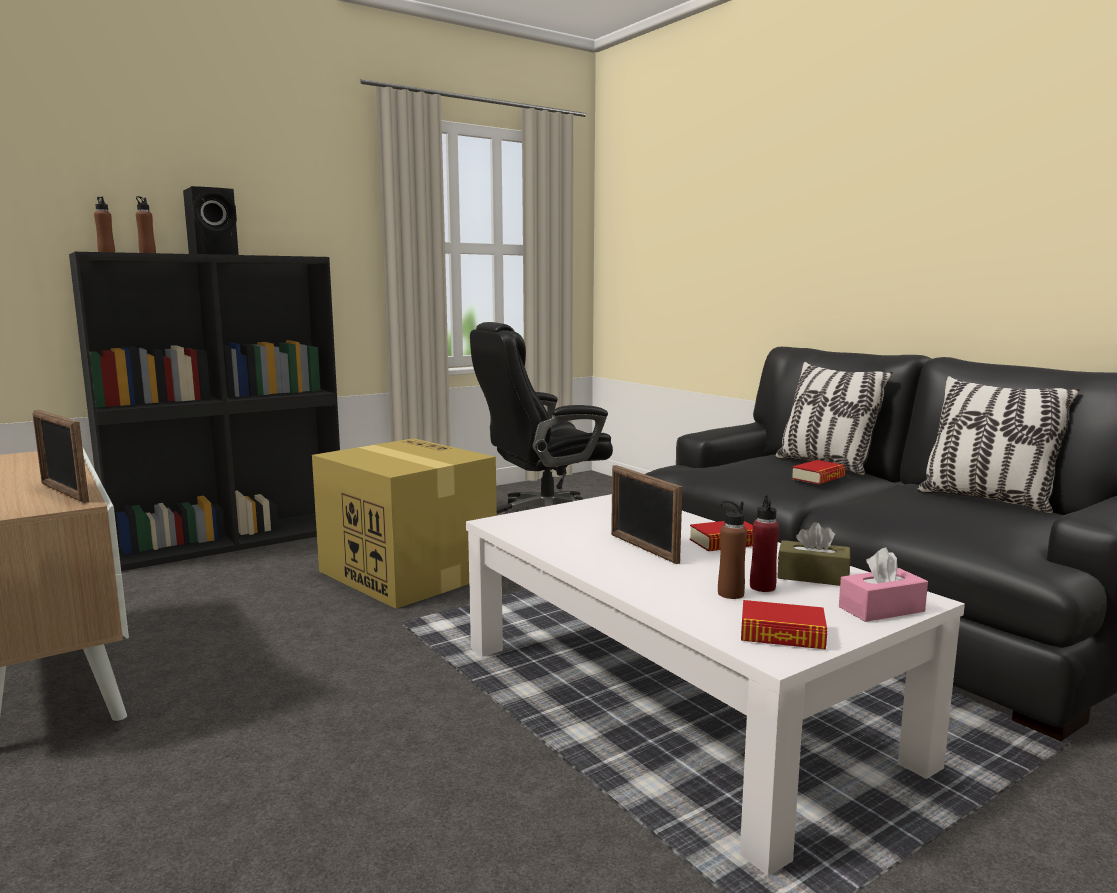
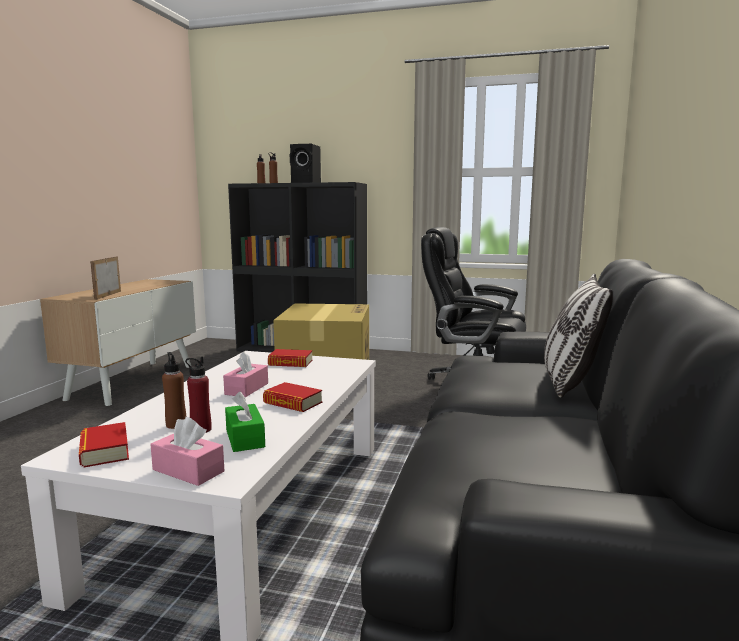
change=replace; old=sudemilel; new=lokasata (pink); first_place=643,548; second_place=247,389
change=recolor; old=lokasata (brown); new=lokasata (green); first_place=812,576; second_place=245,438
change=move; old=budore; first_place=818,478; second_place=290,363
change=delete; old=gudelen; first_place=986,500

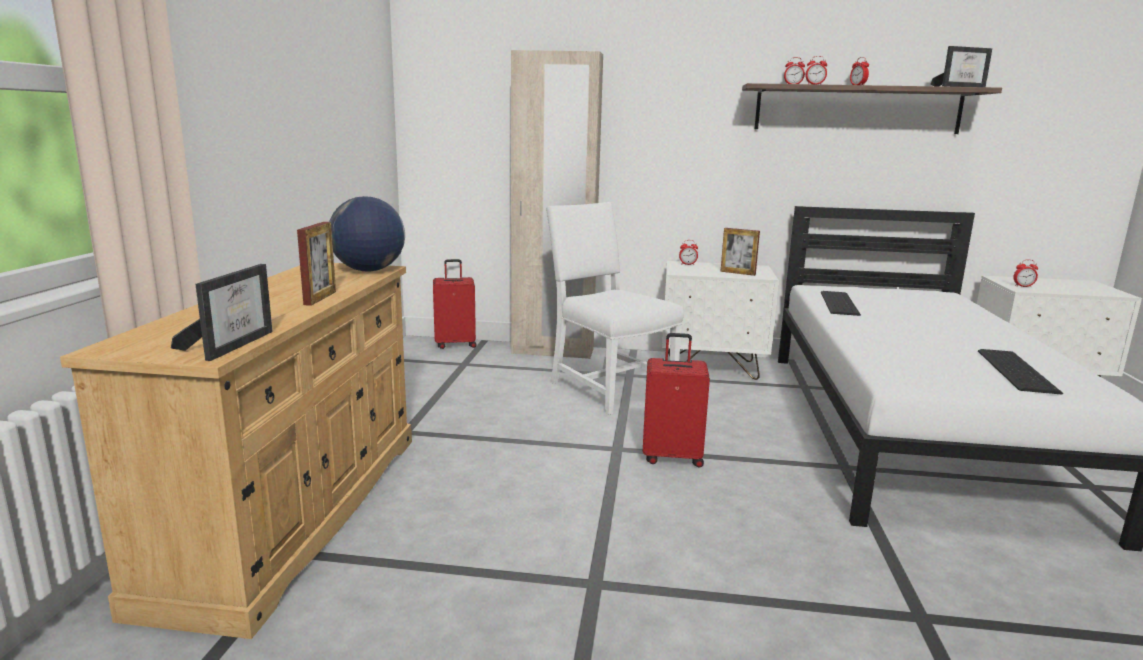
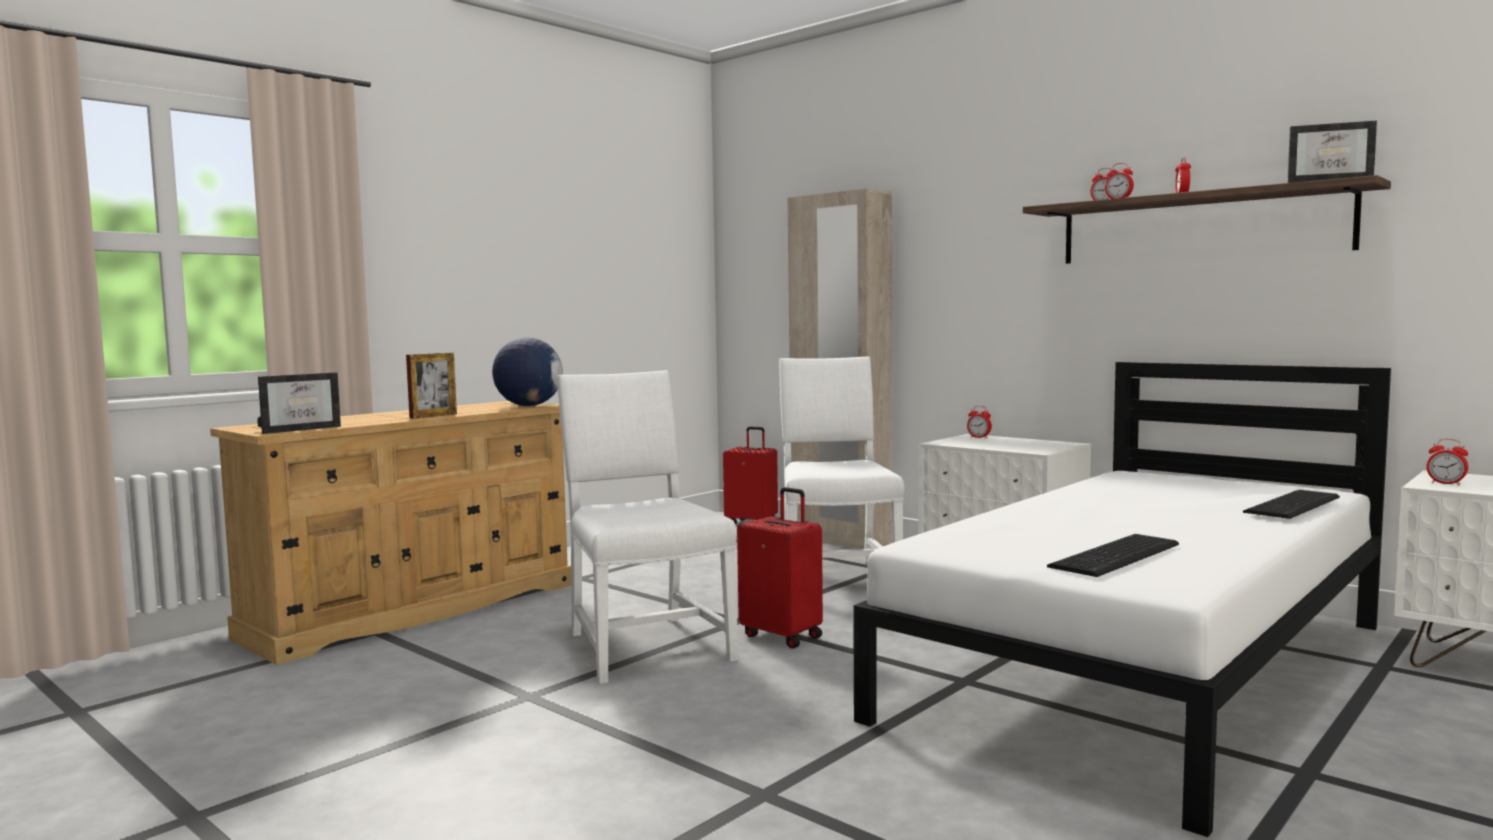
change=delete; old=sudemilel; first_place=737,273
change=move; old=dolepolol; first_place=840,303; second_place=1296,505
change=insert; new=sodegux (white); second_place=643,645

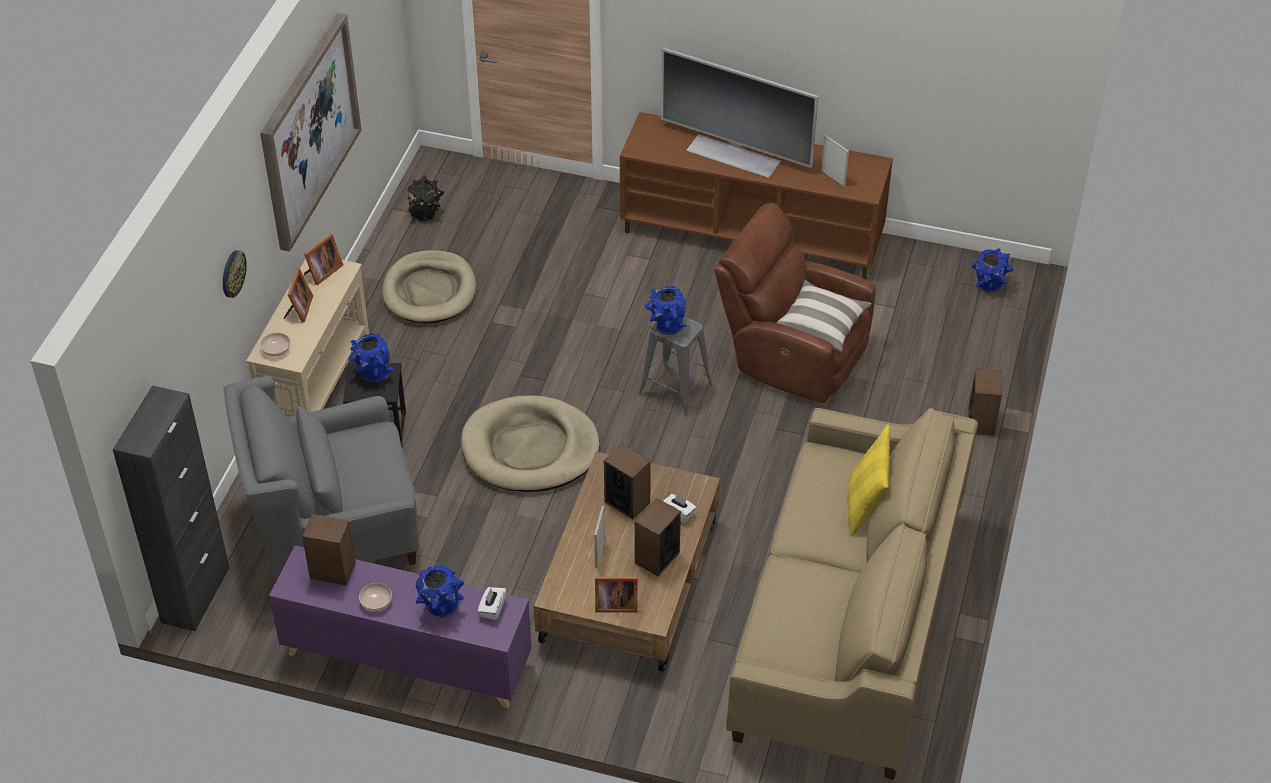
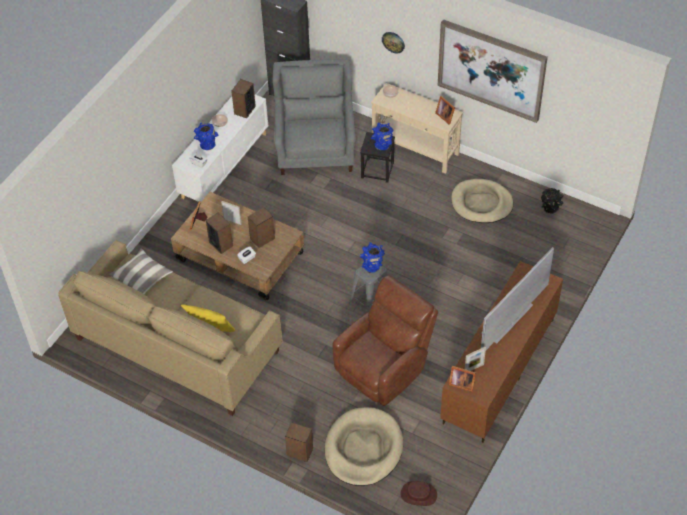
change=recolor; old=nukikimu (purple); new=nukikimu (white); first_place=406,658; second_place=224,165
change=move; old=sudemilel; first_place=299,309; second_place=461,383
change=move; old=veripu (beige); first_place=530,449; second_place=363,449
change=move; old=gudelen; first_place=821,325; second_place=141,278
change=replace; old=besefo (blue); new=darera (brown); first_place=989,287; second_place=418,494

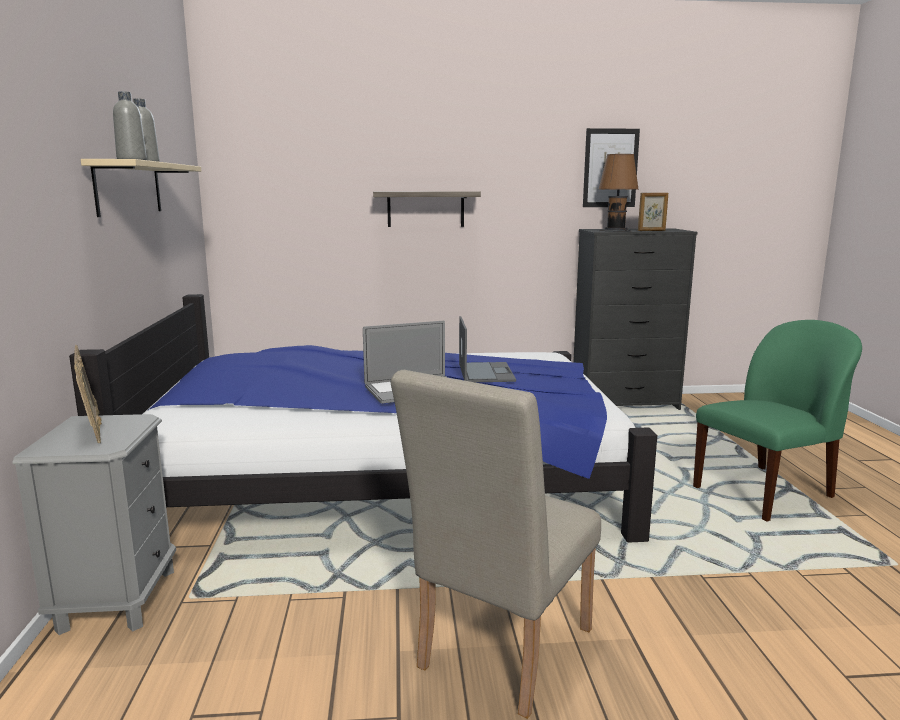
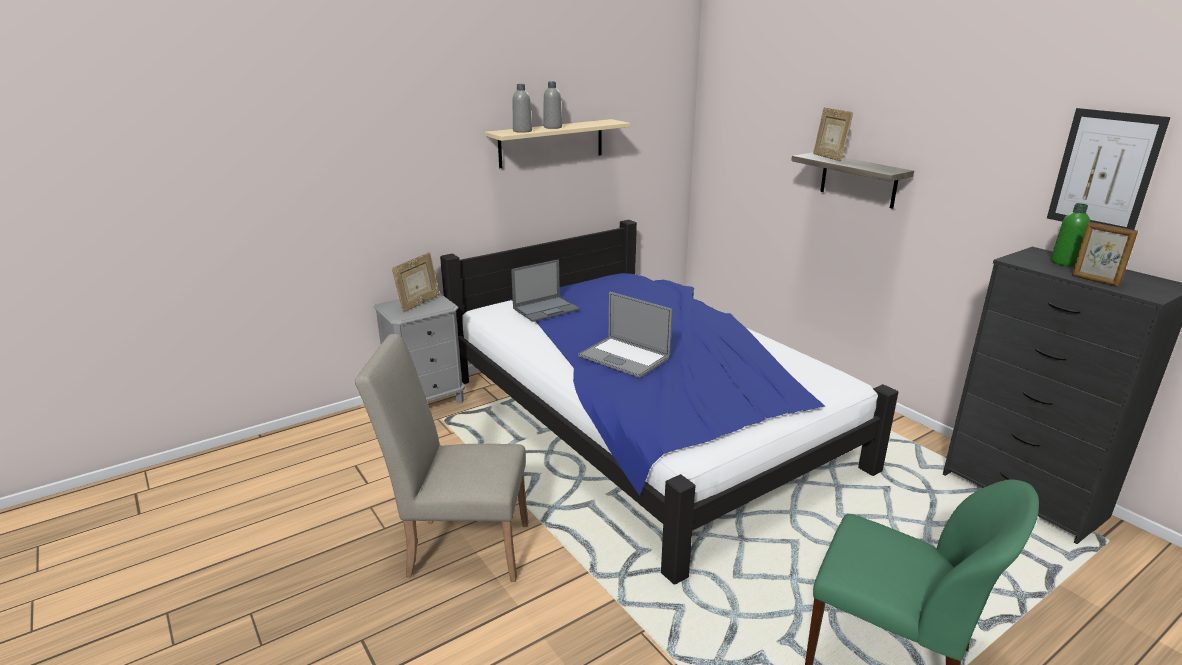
change=move; old=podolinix; first_place=485,372; second_place=546,309
change=replace; old=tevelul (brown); new=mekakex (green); first_place=616,229; second_place=1064,263
change=insert; new=sudemilel; second_place=829,158

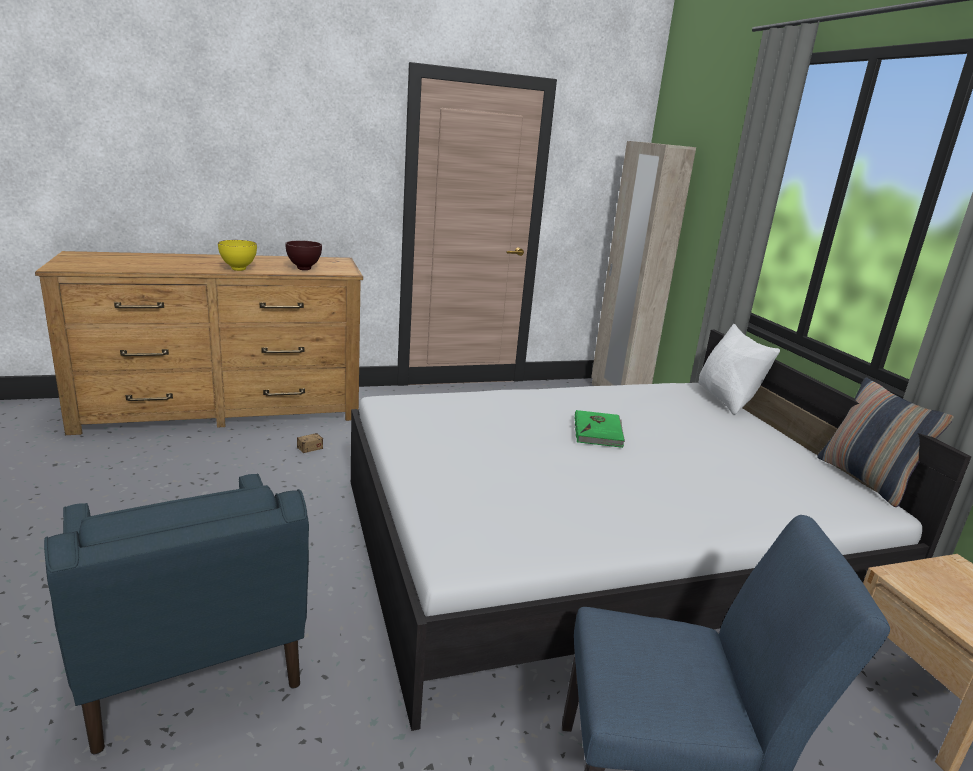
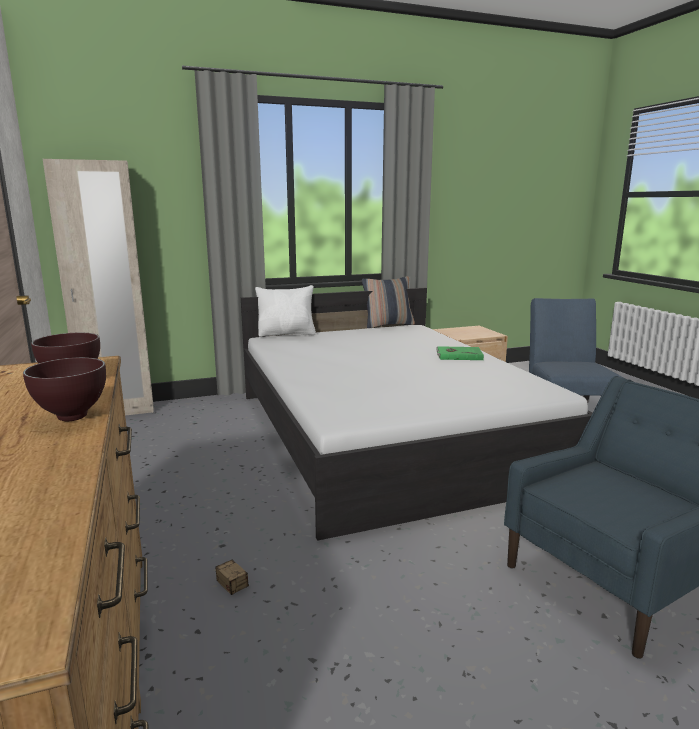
change=recolor; old=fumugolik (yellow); new=fumugolik (brown); first_place=239,269; second_place=74,416
change=move; old=budore (green); first_place=599,431; second_place=459,355

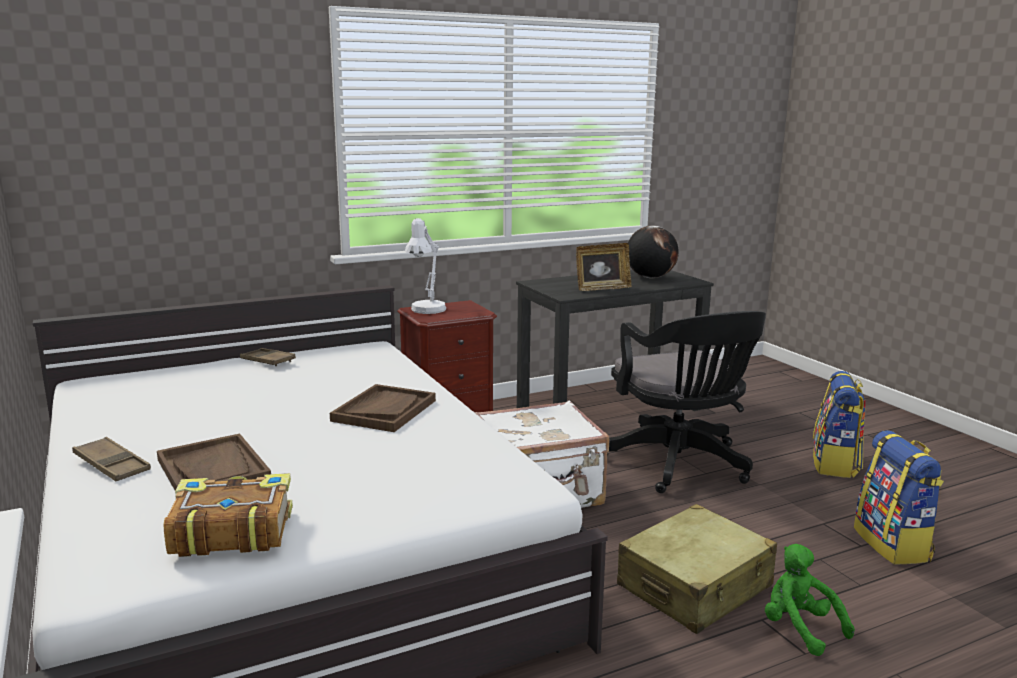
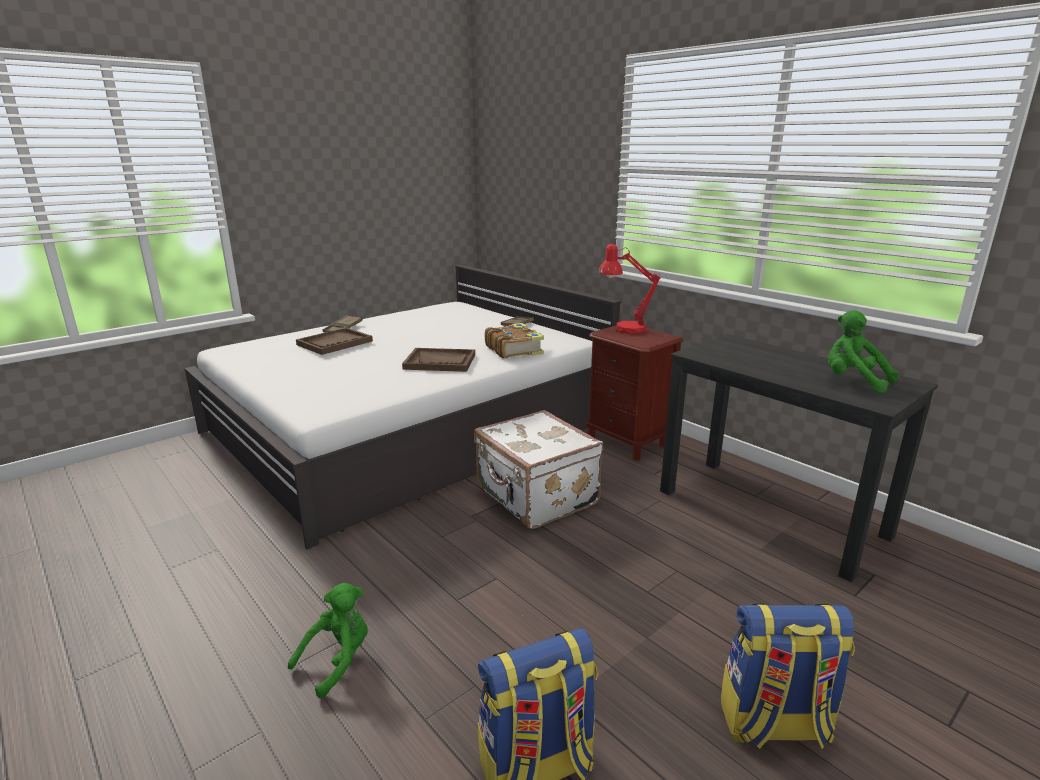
change=move; old=budore; first_place=230,531; second_place=514,349
change=recolor; old=tevelul (white); new=tevelul (red); first_place=426,311; second_place=623,329
change=delete; old=sudemilel; first_place=602,288
change=delete; old=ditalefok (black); first_place=679,465
change=delete; old=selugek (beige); first_place=695,586
change=replace; old=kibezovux; new=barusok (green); first_place=650,277; second_place=853,381

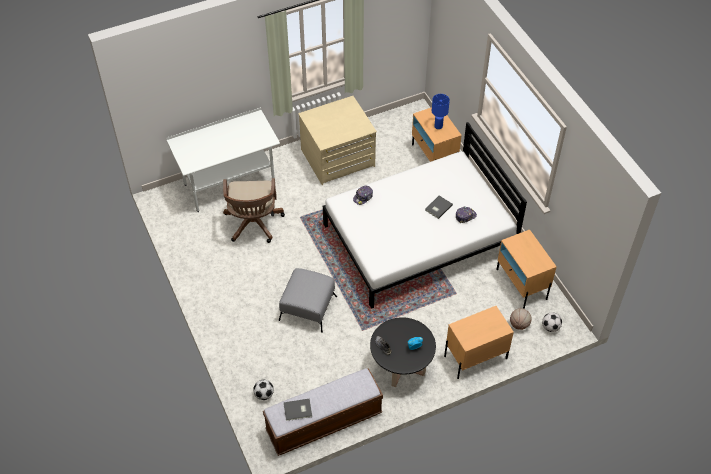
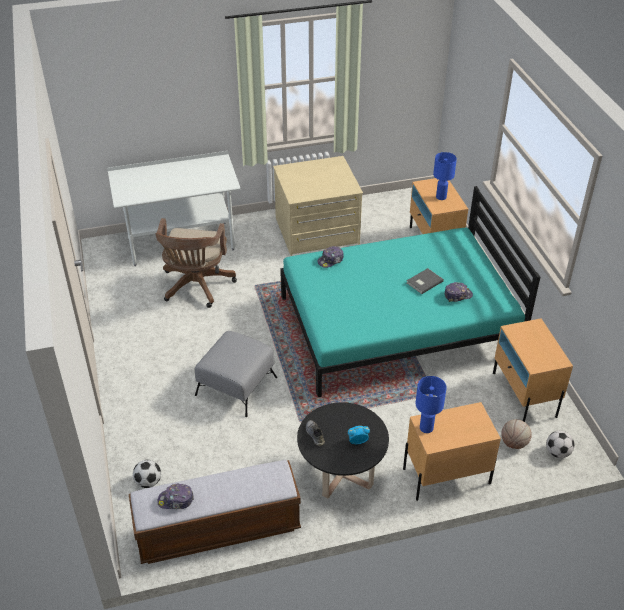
change=replace; old=budore (grey); new=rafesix; first_place=298,410; second_place=176,500
change=recolor; old=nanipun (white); new=nanipun (turquoise); first_place=419,238; second_place=397,326
change=insert; new=tevelul (blue); second_place=426,427

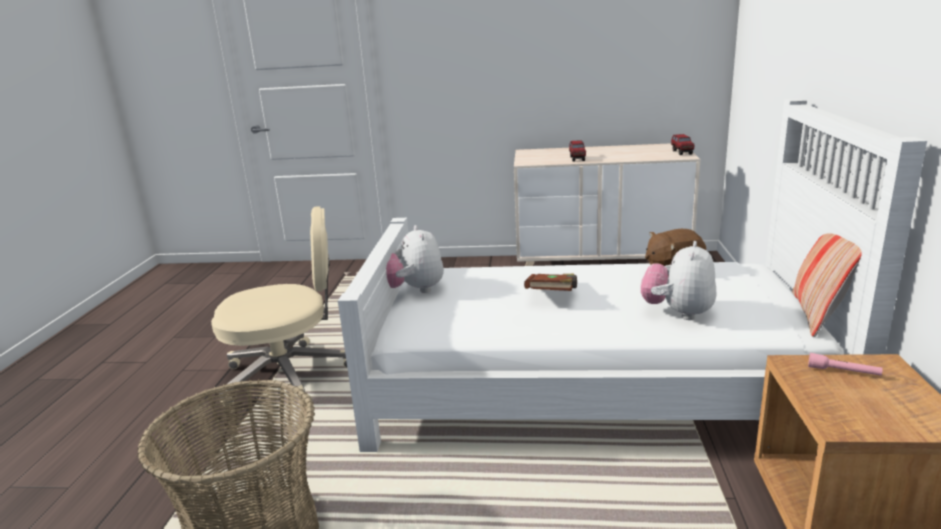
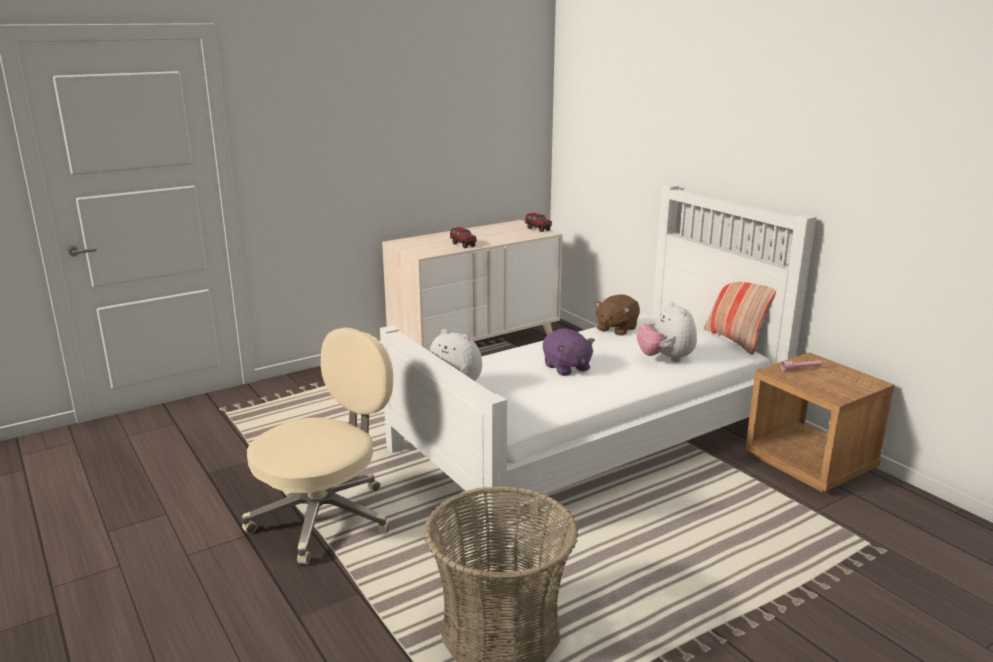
change=replace; old=budore (brown); new=barusok (purple); first_place=552,295; second_place=566,368

